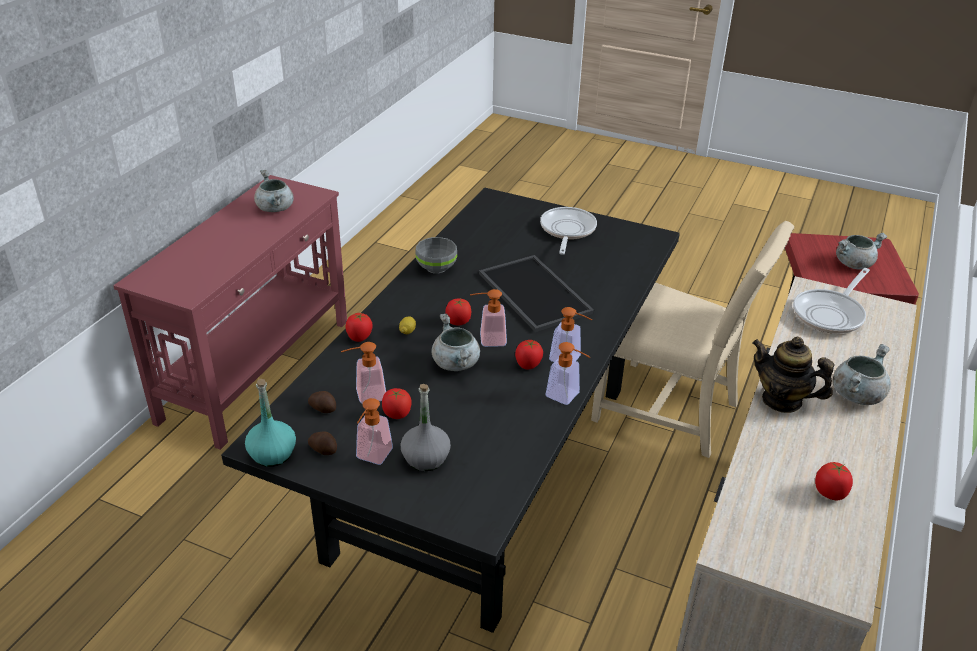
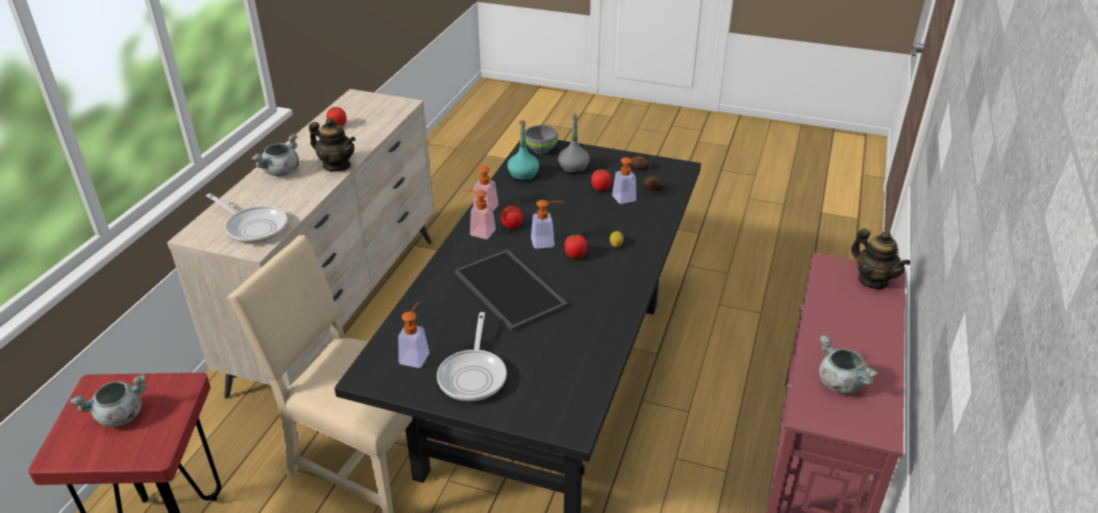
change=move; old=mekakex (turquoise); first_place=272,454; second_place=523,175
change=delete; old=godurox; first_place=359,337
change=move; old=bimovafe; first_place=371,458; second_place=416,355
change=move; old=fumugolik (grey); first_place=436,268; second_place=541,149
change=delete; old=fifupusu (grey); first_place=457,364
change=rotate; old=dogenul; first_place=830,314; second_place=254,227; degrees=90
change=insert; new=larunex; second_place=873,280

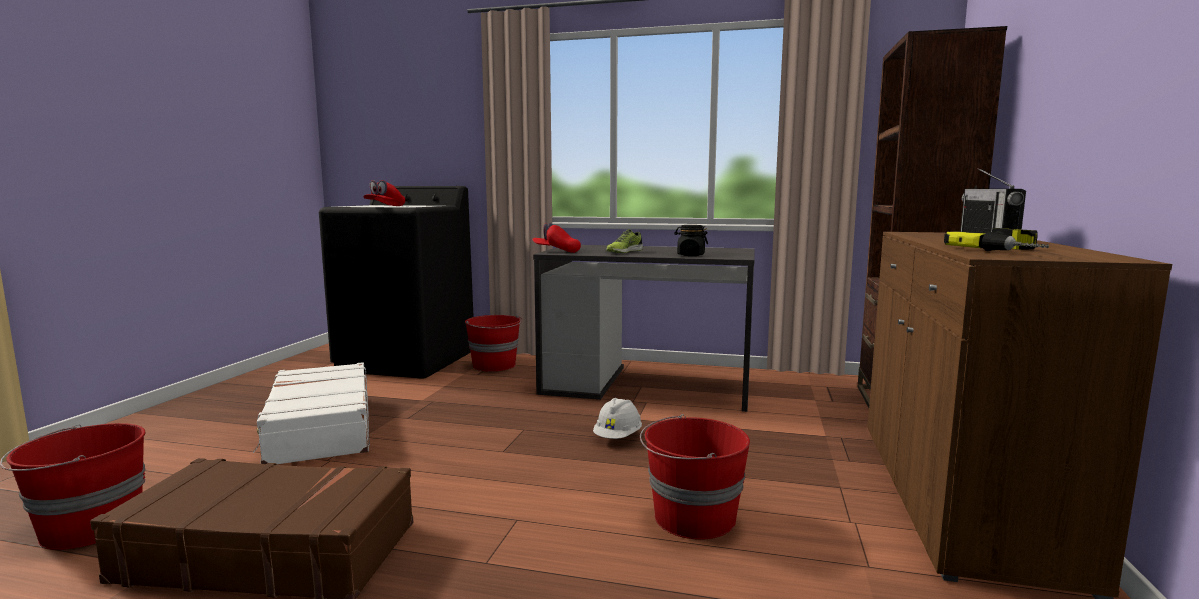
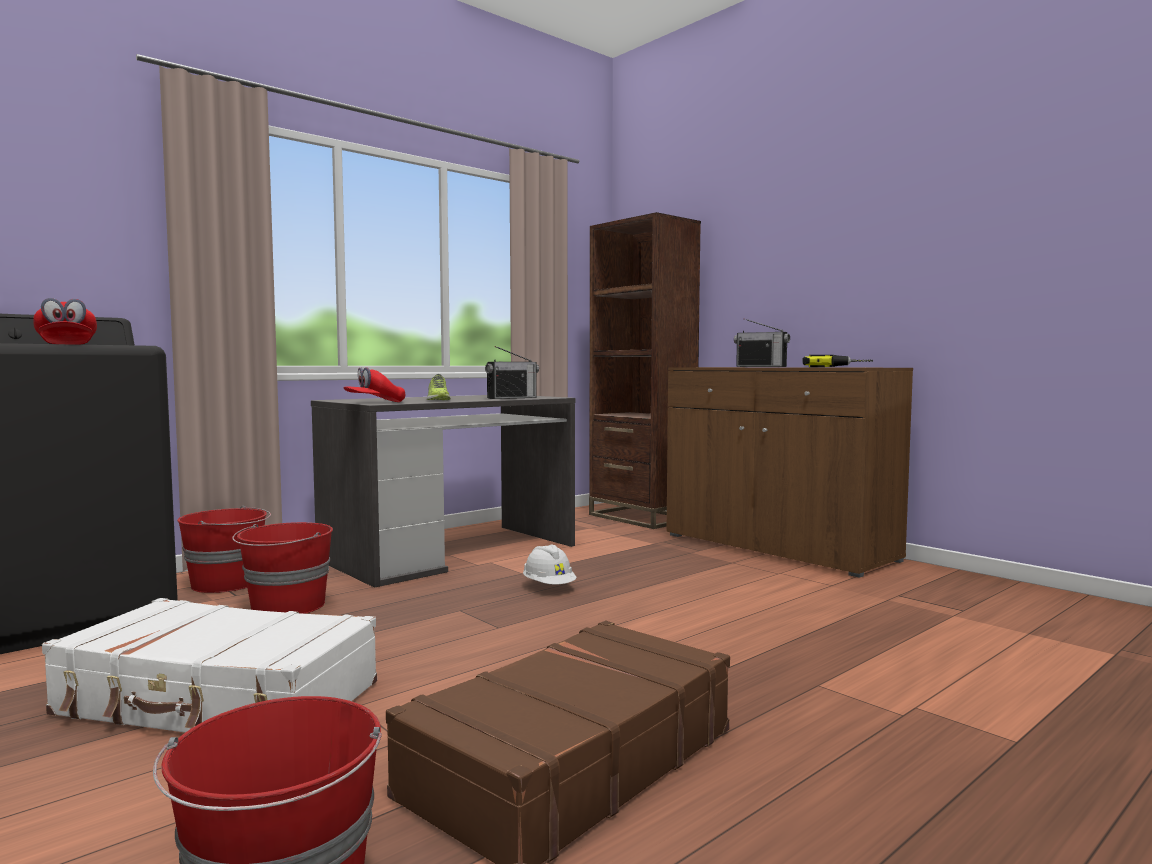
change=move; old=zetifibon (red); first_place=692,518; second_place=287,606
change=replace; old=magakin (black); new=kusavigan; first_place=690,255; second_place=512,398

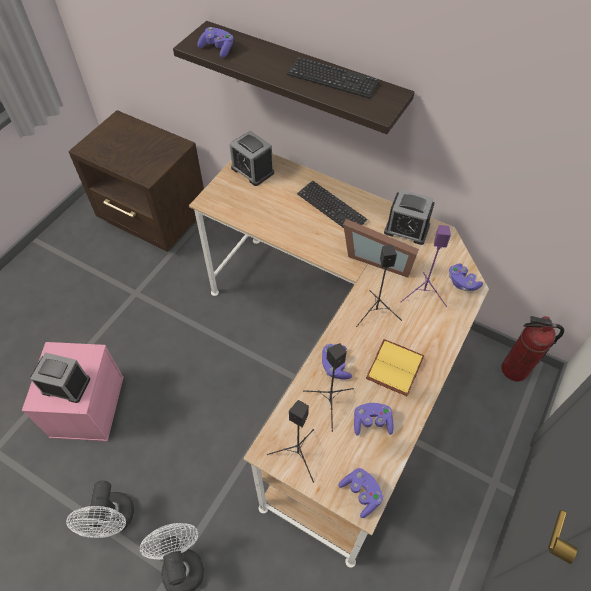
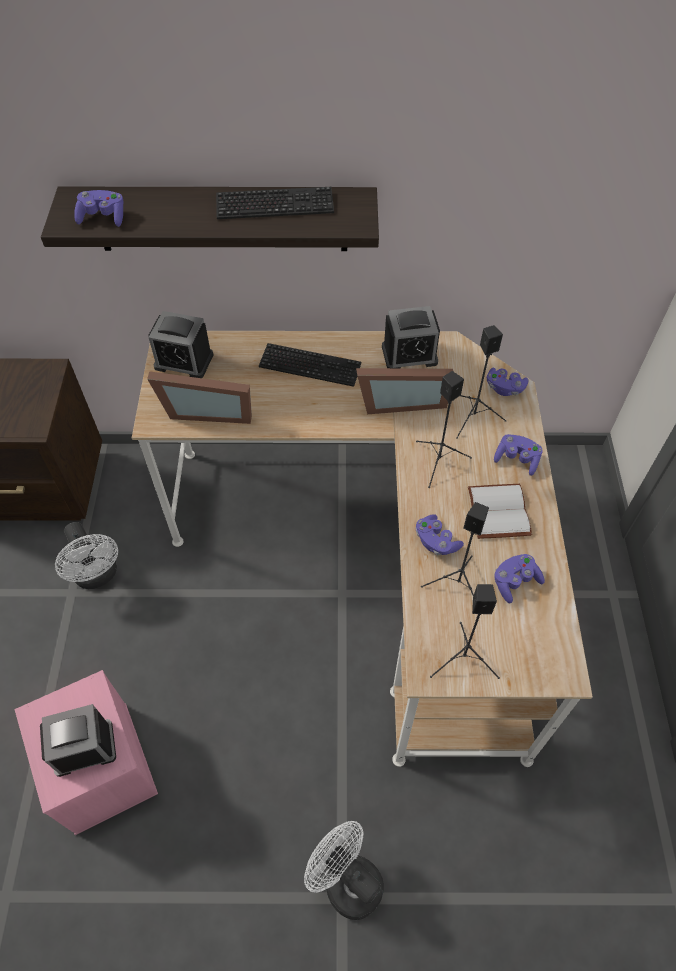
change=move; old=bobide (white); first_place=113,521; second_place=98,575
change=move; old=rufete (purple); first_place=361,494; second_place=516,459
change=recolor; old=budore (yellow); new=budore (white); first_place=393,366; second_place=496,511
change=recolor; old=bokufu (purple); new=bokufu (black); first_place=424,293; second_place=474,417
change=delete; old=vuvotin; first_place=514,370
change=insert; new=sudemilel; second_place=208,410

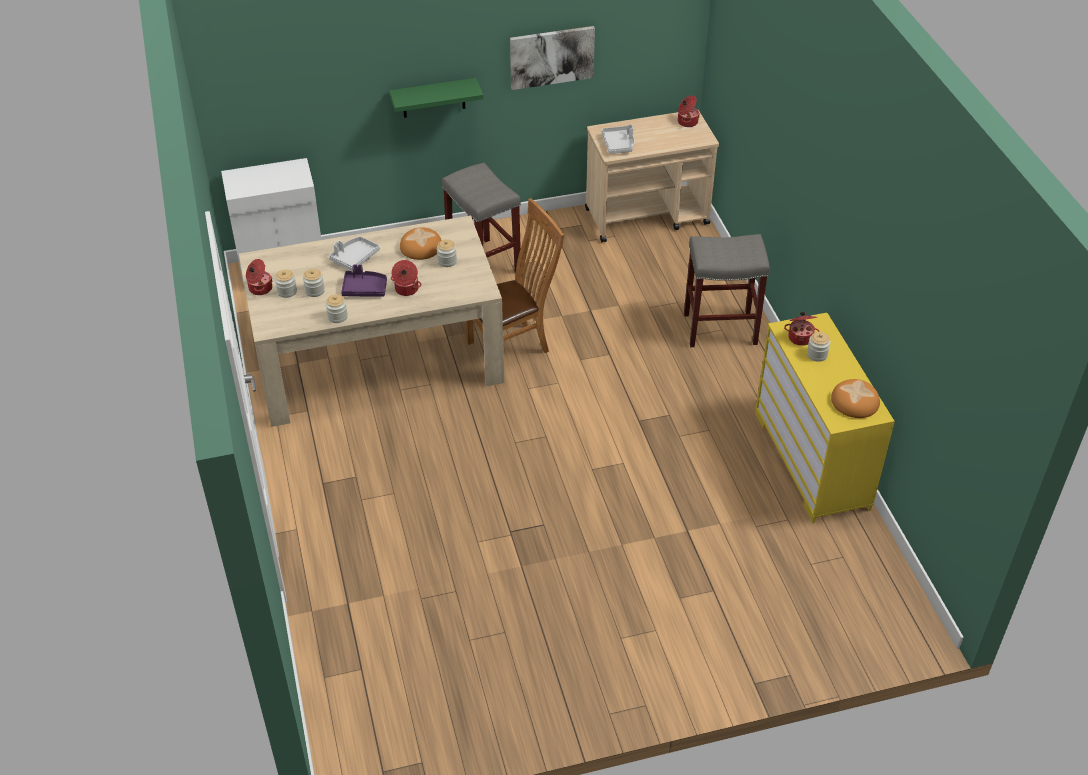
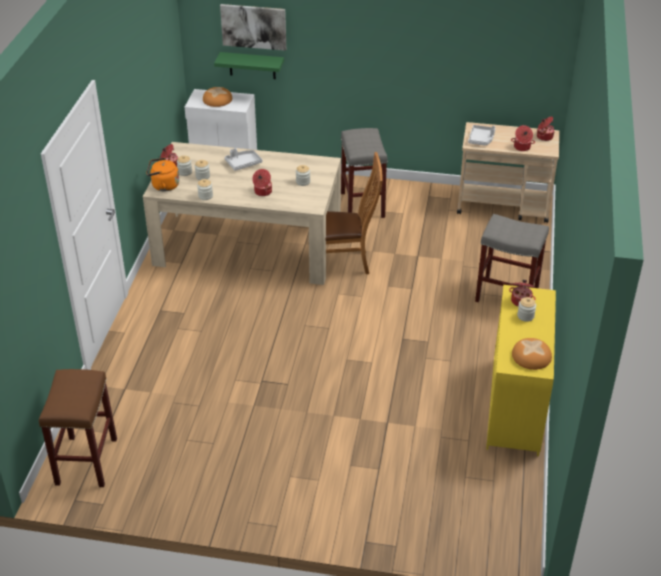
change=delete; old=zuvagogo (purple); first_place=364,289
change=move; old=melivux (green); first_place=433,98; second_place=252,65
change=move; old=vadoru; first_place=421,246; second_place=217,99
change=move; old=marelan; first_place=551,56; second_place=254,26
change=insert; new=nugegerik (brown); second_place=87,462
change=insert; new=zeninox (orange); second_place=163,186
change=insert; new=fifupusu; second_place=522,147

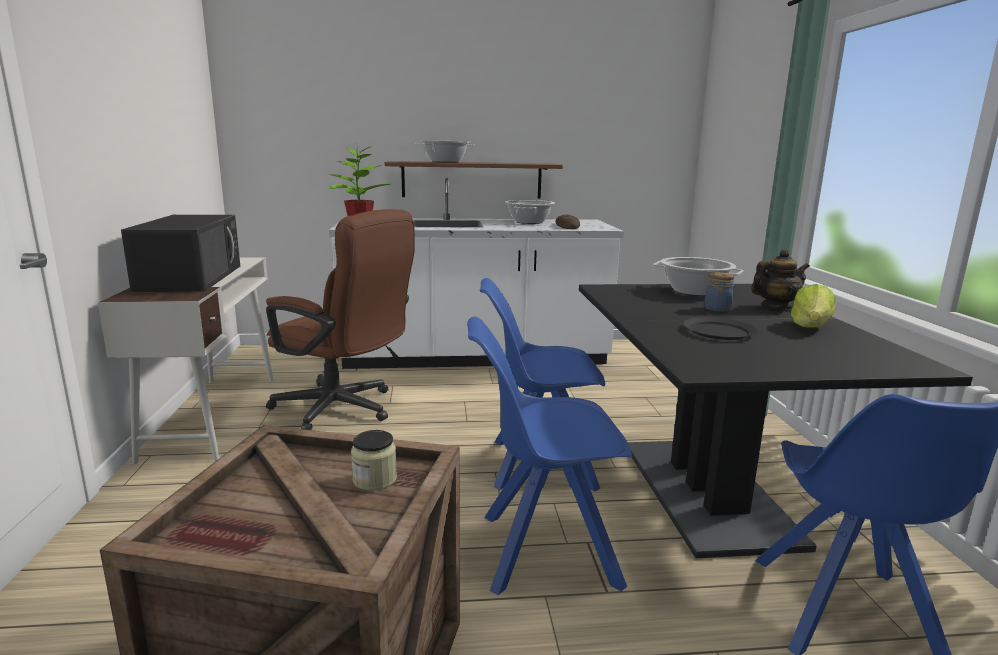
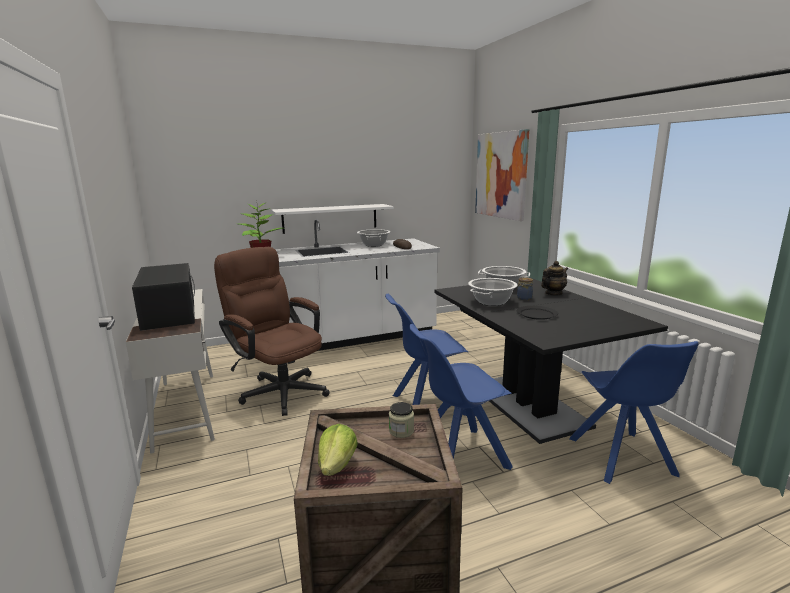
change=rotate; old=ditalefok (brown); first_place=344,410; second_place=279,390; degrees=-150
change=recolor; old=melivux (brown); new=melivux (white); first_place=472,180; second_place=330,218
change=move; old=fifupusu; first_place=445,162; second_place=491,302
change=move; old=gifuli; first_place=811,326; second_place=337,465
change=insert; new=marelan; second_place=501,175

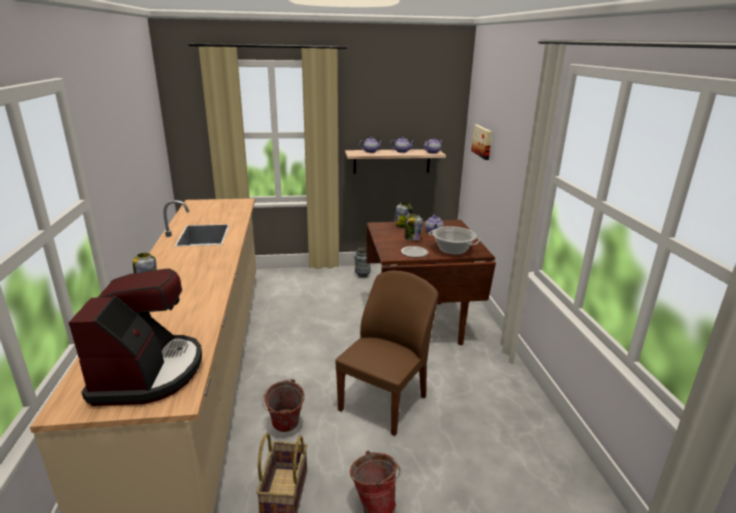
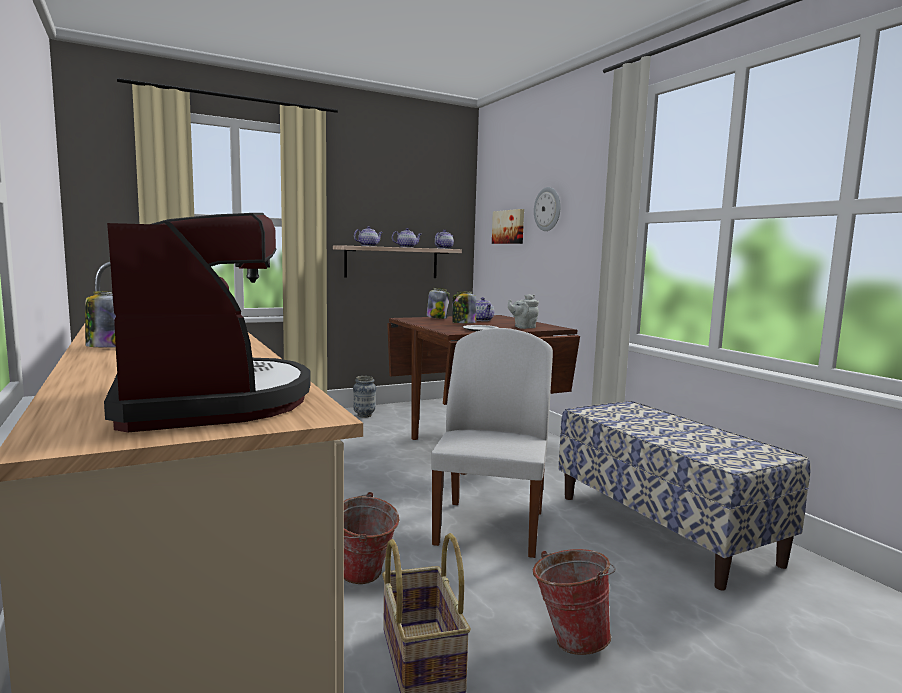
change=recolor; old=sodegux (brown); new=sodegux (white); first_place=384,402; second_place=491,526
change=replace; old=fifupusu; new=larunex (grey); first_place=453,250; second_place=523,327
change=insert; new=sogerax; second_place=548,209
change=insert; new=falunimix; second_place=664,528

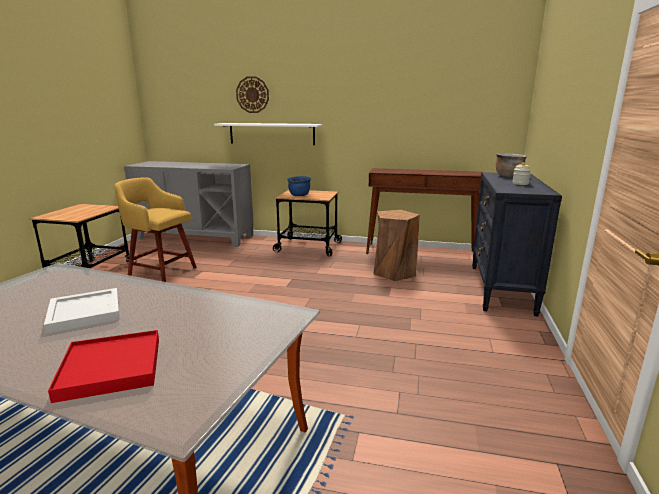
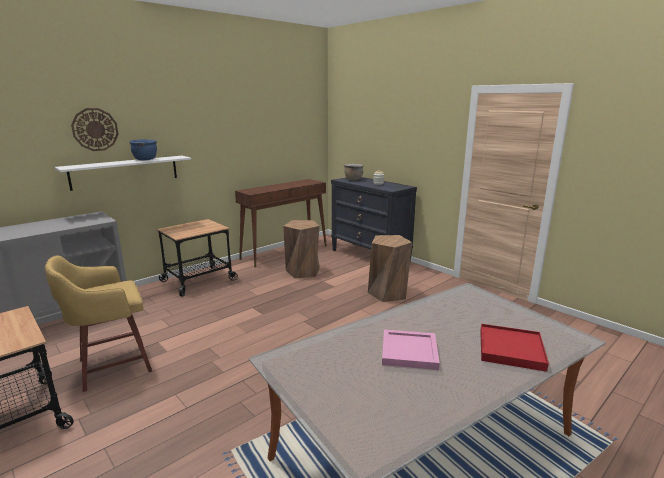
change=recolor; old=zuvagogo (white); new=zuvagogo (pink); first_place=86,312; second_place=410,351
change=move; old=fifupusu (blue); first_place=299,195; second_place=145,160
change=insert; new=nugegerik (brown); second_place=388,293

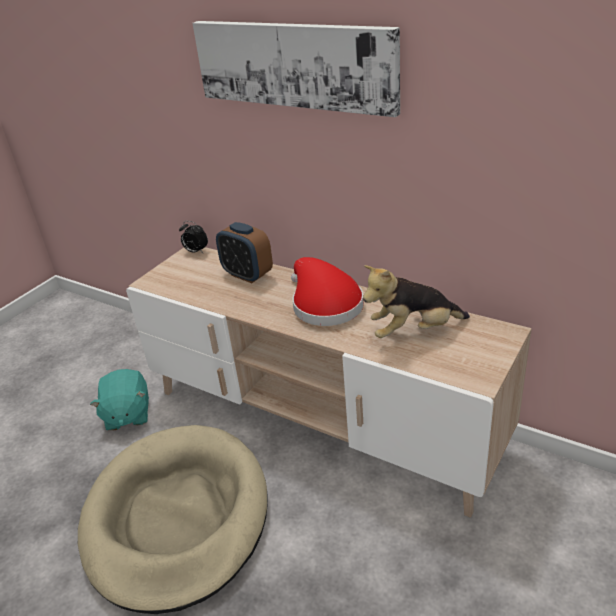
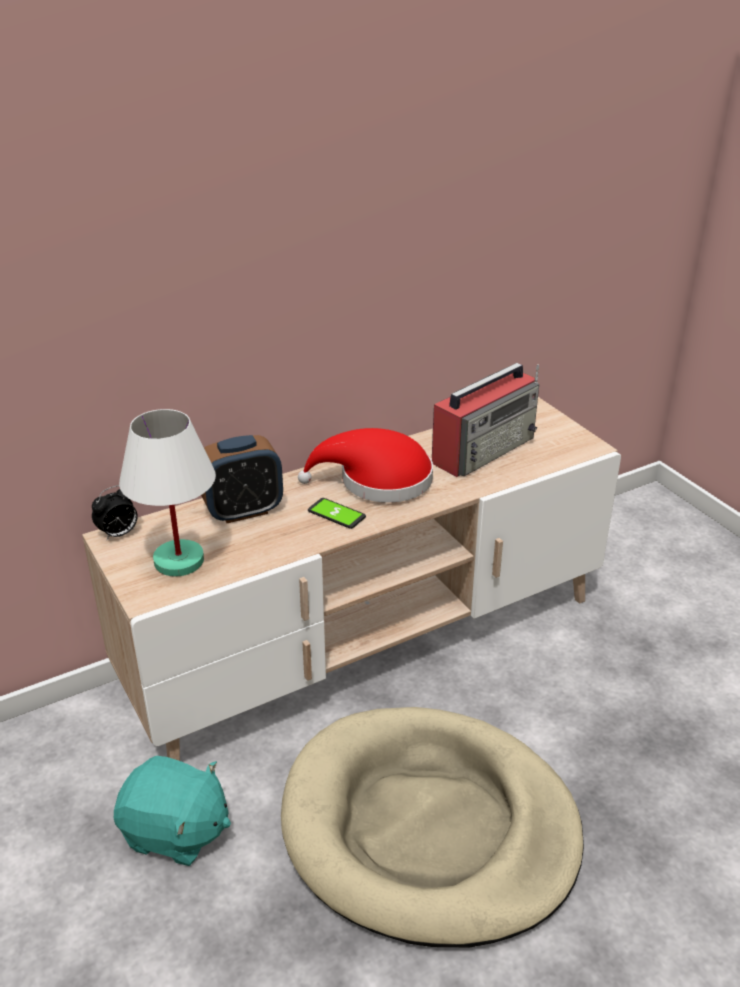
change=delete; old=marelan; first_place=294,64
change=replace; old=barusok; new=kusavigan; first_place=413,331; second_place=484,449
change=insert; new=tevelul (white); second_place=178,561
change=insert; new=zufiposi; second_place=336,514

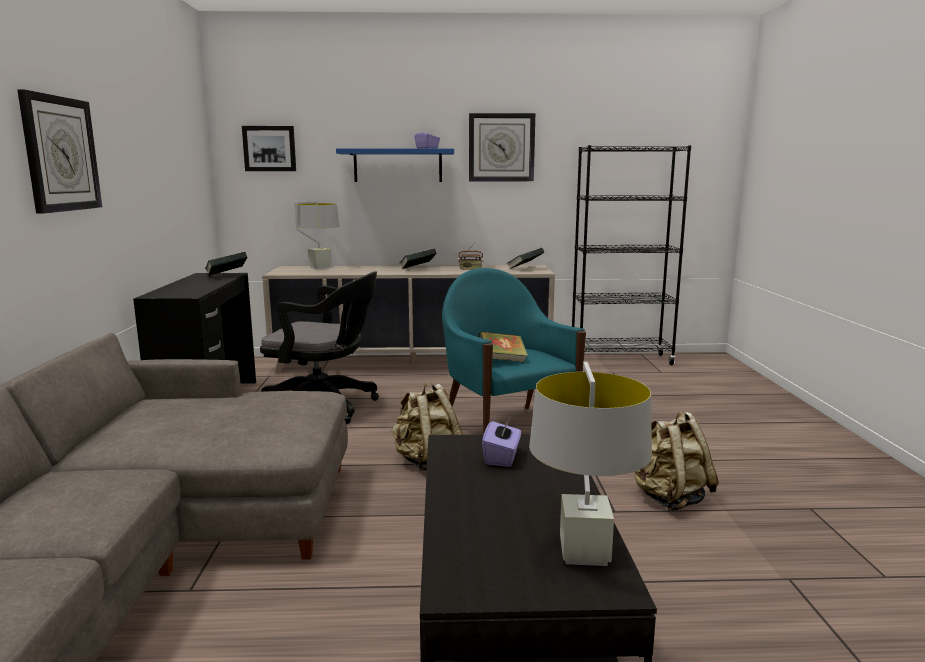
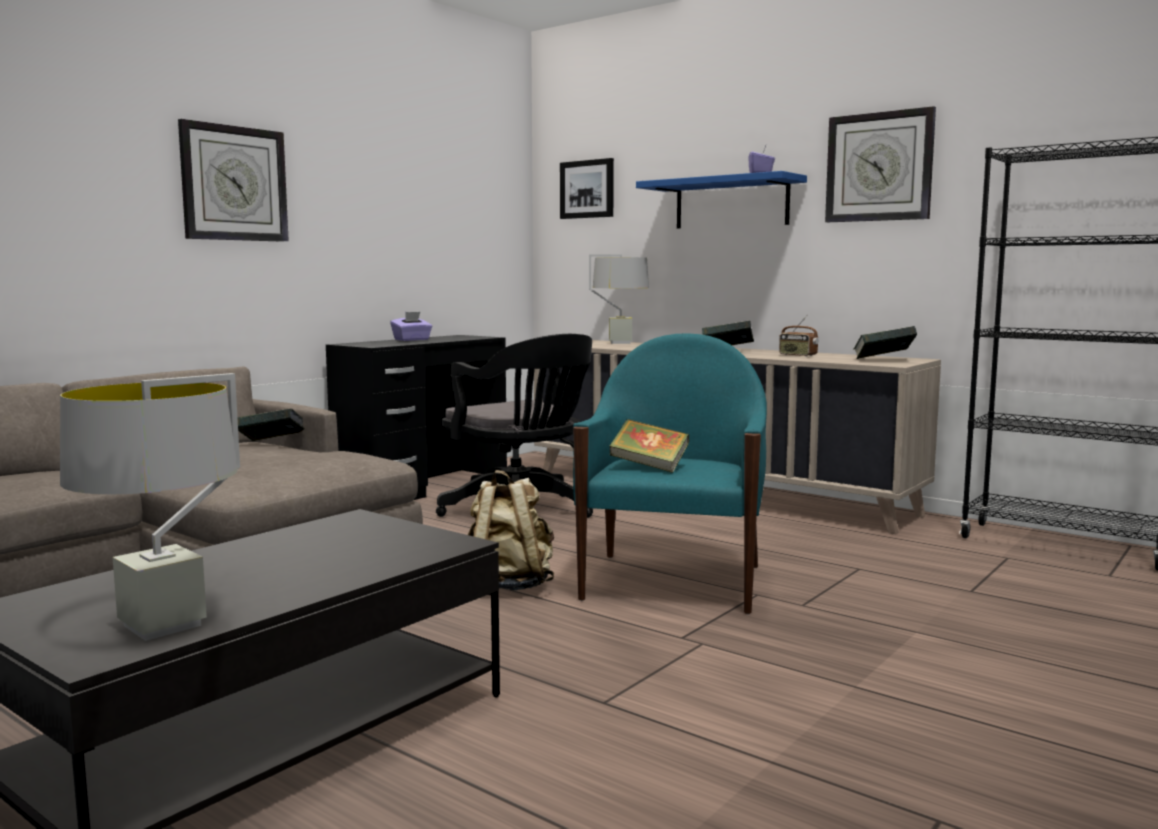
change=move; old=budore; first_place=227,275; second_place=272,444
change=move; old=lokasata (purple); first_place=502,457; second_place=412,340
change=delete; old=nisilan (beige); first_place=669,499

